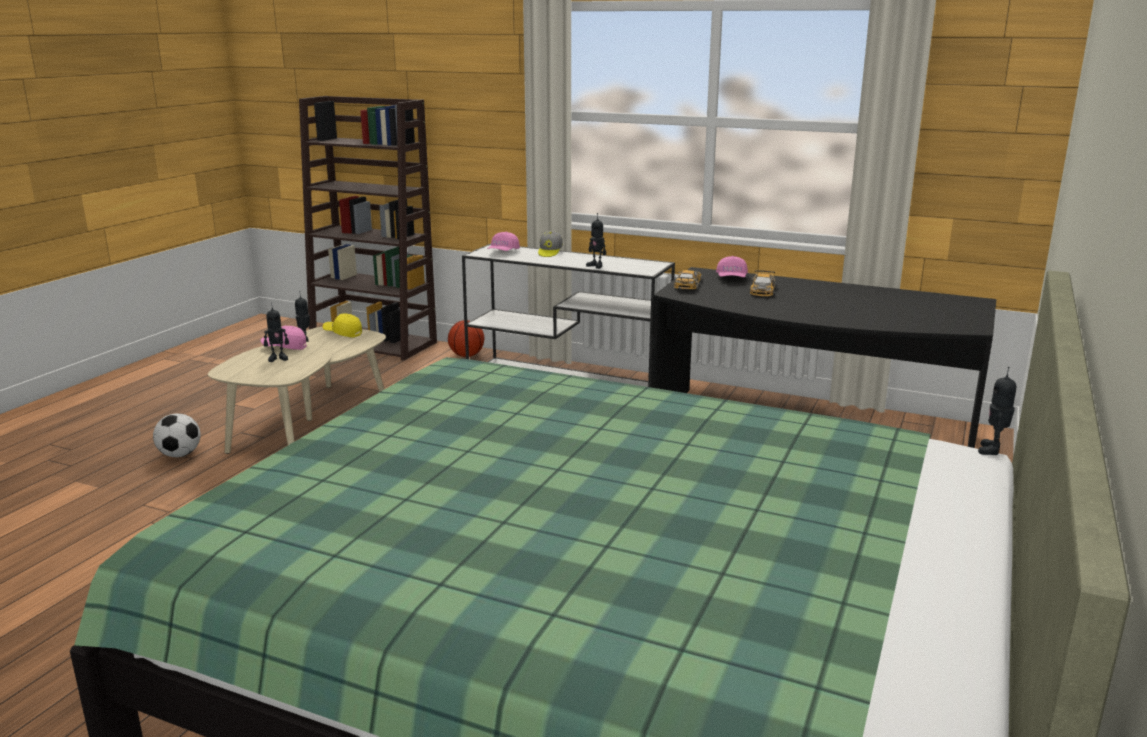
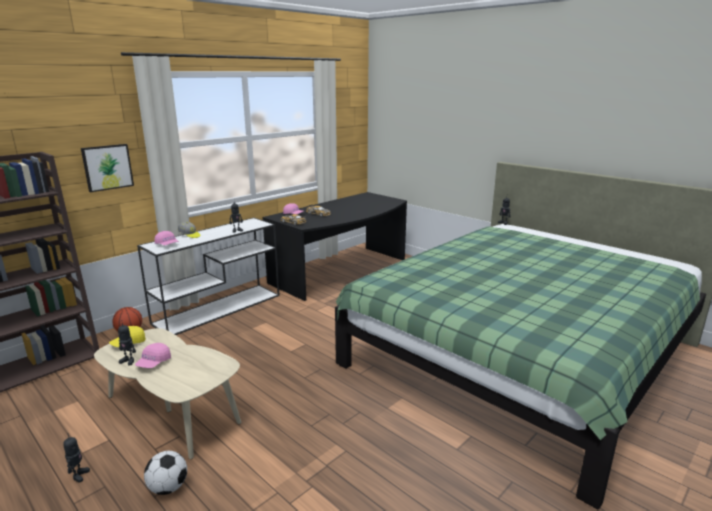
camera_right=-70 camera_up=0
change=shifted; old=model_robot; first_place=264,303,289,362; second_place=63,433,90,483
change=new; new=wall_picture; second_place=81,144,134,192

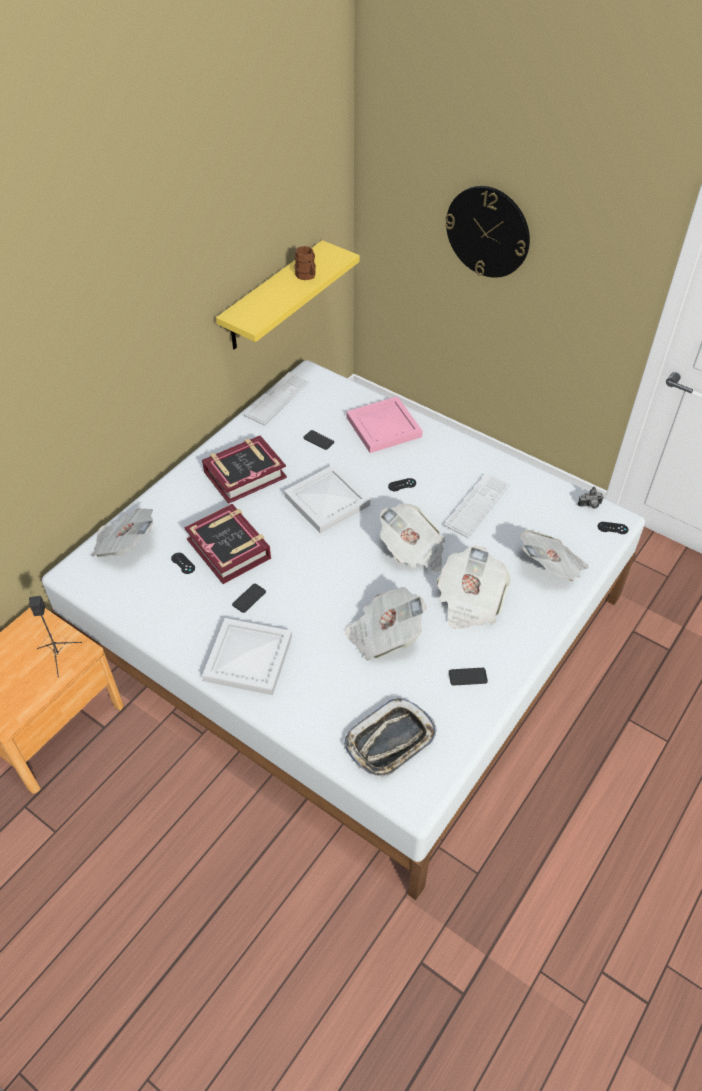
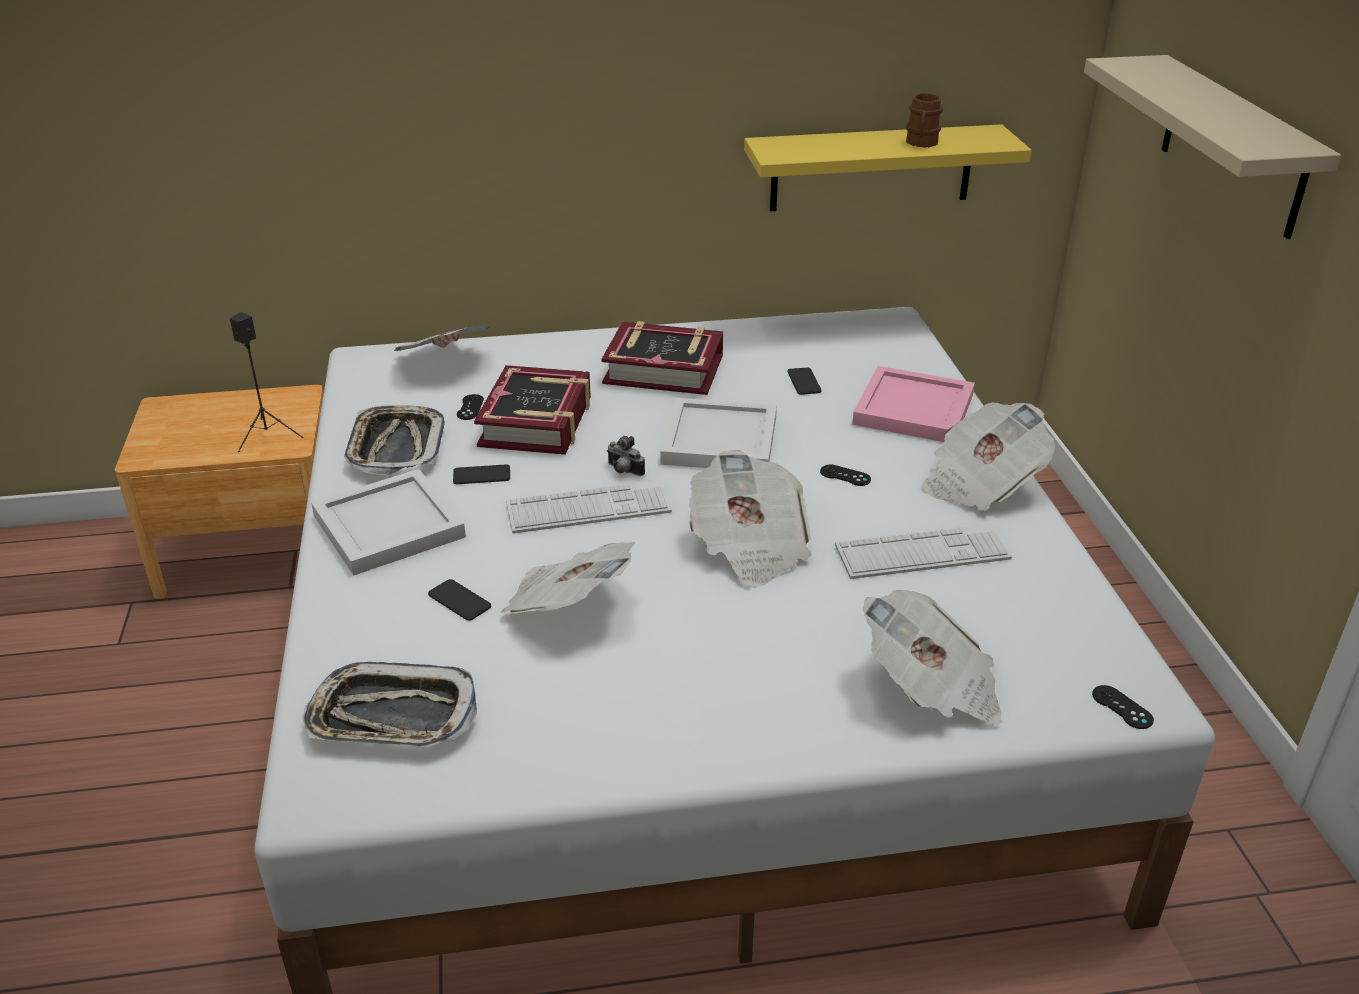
camera_right=45 camera_up=-15
change=swapped; old=clock_on_the_wall; new=sand-coloured_wall_shelf; first_place=445,186,530,278; second_place=1084,55,1341,239
change=shifted; old=keyboard; first_place=244,372,309,426; second_place=506,480,672,534
change=shifted; old=photo_camera; first_place=578,487,604,509; second_place=607,436,645,476
change=shifted; old=printed_paper; first_place=437,546,511,629; second_place=922,402,1055,511
change=shifted; old=handset; first_place=449,668,488,686; second_place=428,579,491,621
change=new; new=carrying_tray; second_place=344,405,444,475

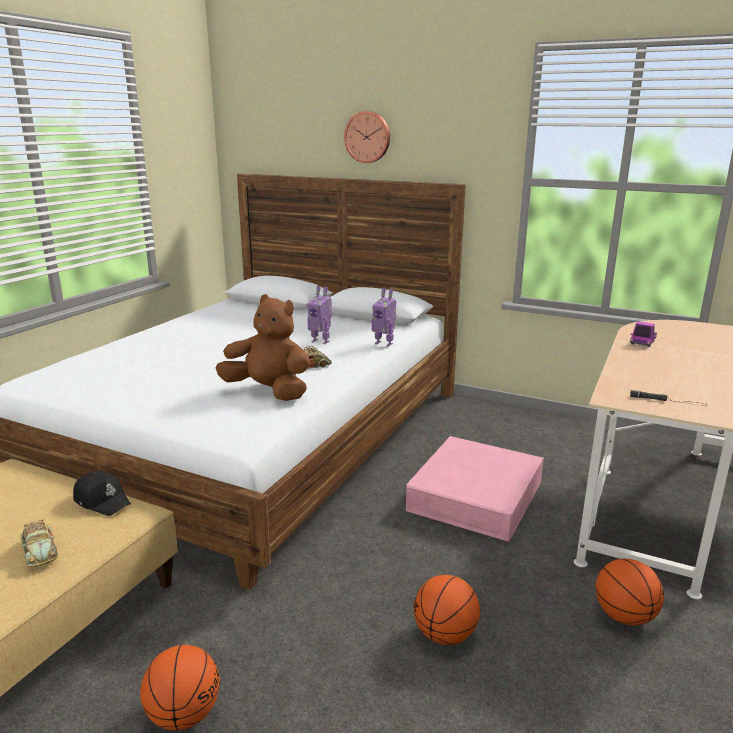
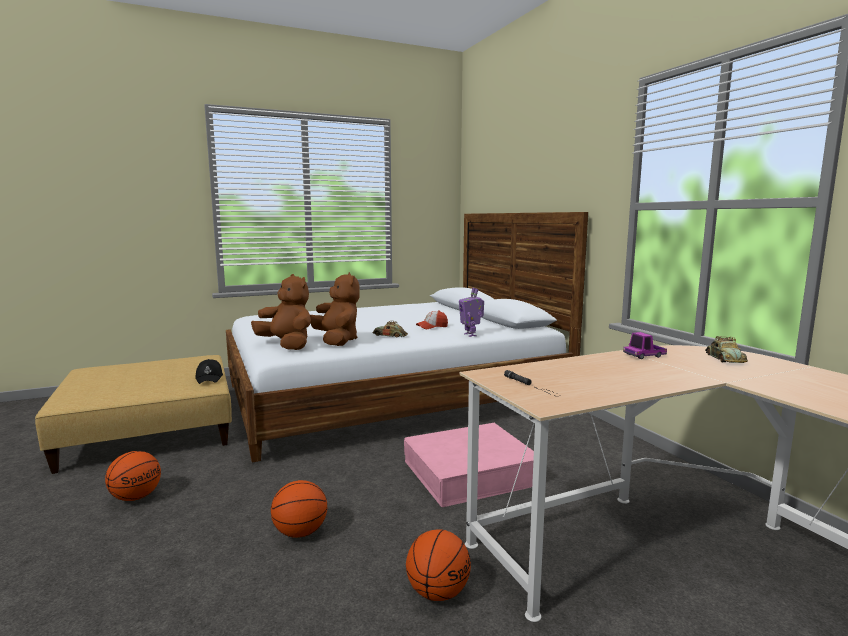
camera_right=40 camera_up=-10
change=gone; old=clock_on_the_wall; first_place=344,111,390,163
change=swapped; old=model_robot; new=baseball_cap; first_place=307,286,332,344; second_place=416,310,448,329
change=shifted; old=toy_car; first_place=21,520,58,567; second_place=705,336,748,363
change=new; new=brown-coloured_soft_toy; second_place=251,274,311,350

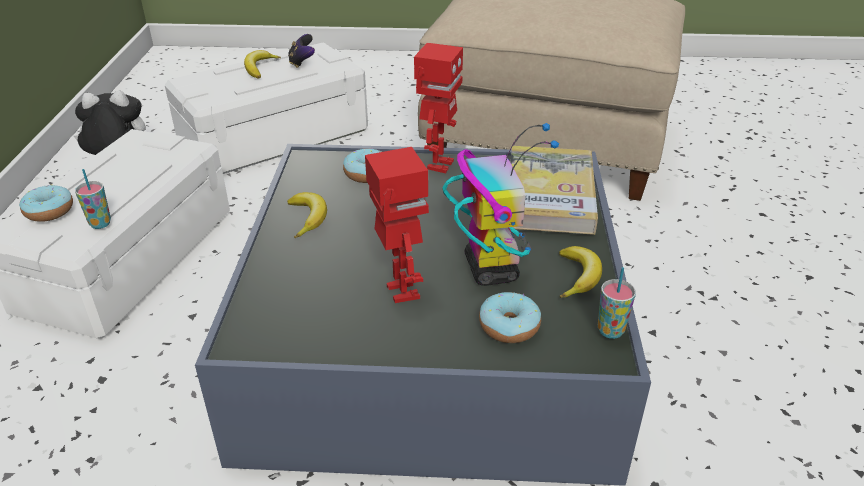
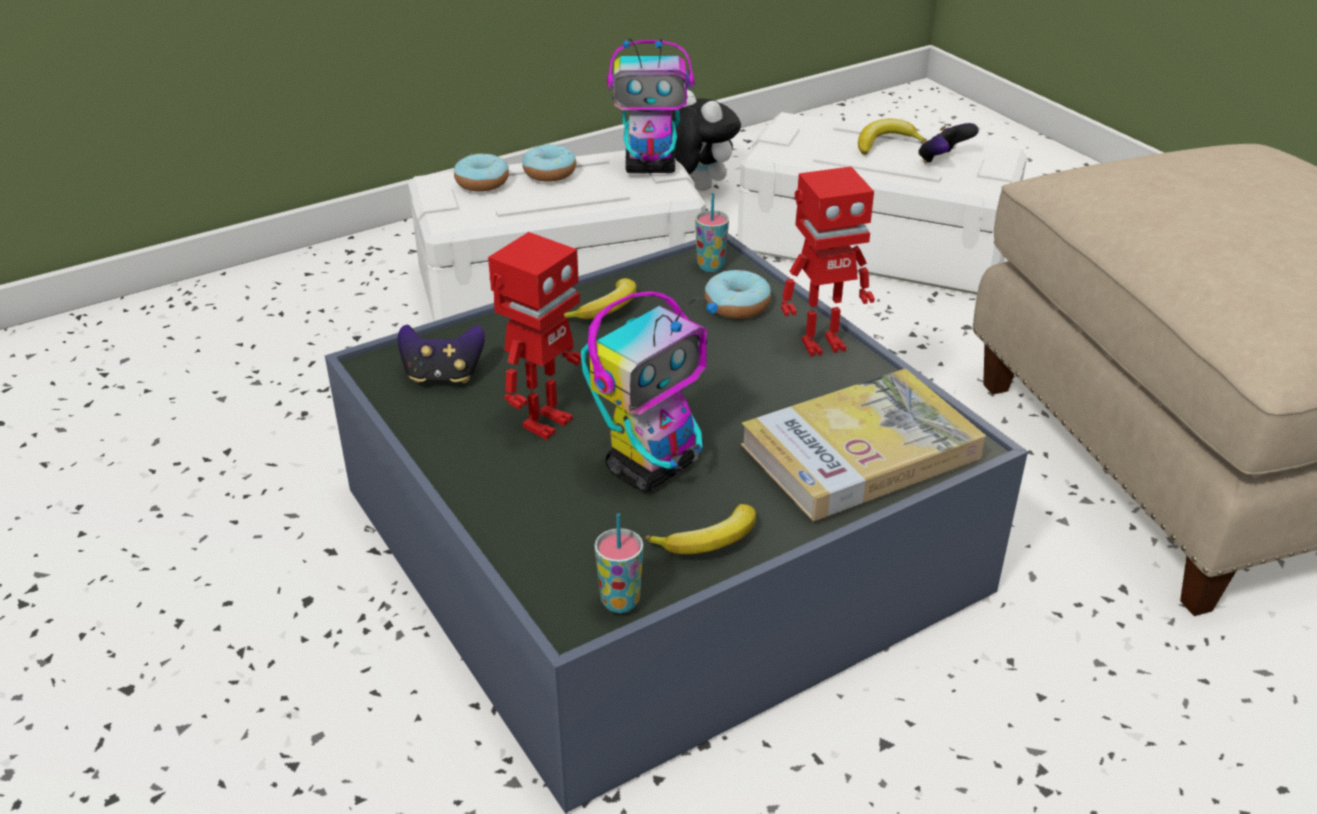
camera_right=55 camera_up=0
change=shifted; old=small_cup; first_place=75,169,111,229; second_place=695,193,729,272
change=shifted; old=doughnut; first_place=479,292,541,343; second_place=522,144,576,182
change=new; new=model_robot; second_place=607,38,694,173
change=new; new=game_controller; second_place=398,324,485,383

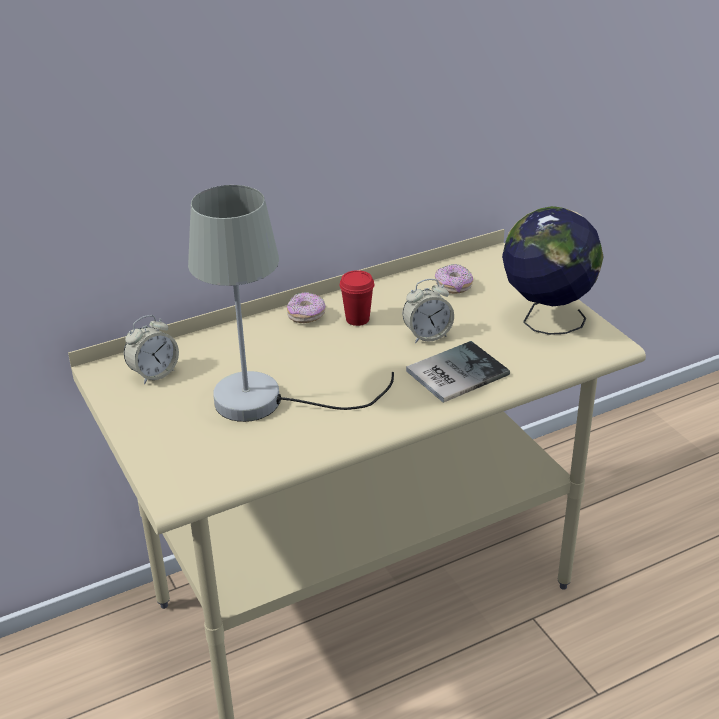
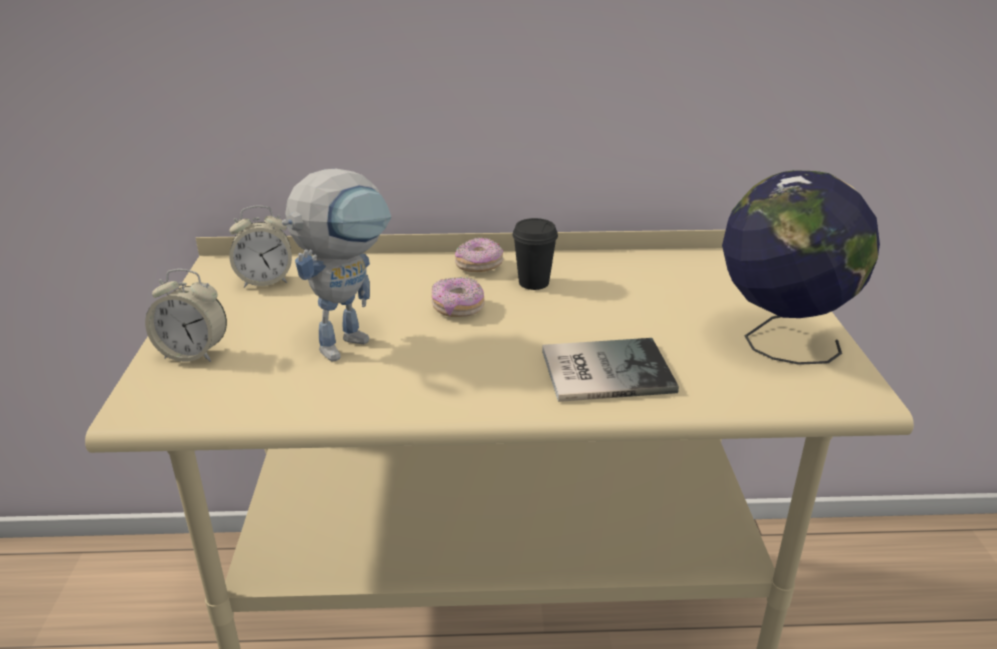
camera_right=25 camera_up=-5
change=swapped; old=gray_lamp_for_a_table; new=model_robot; first_place=188,185,394,422; second_place=282,169,391,362
change=shifted; old=doughnut; first_place=435,264,473,294; second_place=431,277,485,317
change=repainted; old=red_small_cup; new=black_small_cup; first_place=339,270,375,326; second_place=512,218,558,290
change=shifted; old=table_clock; first_place=403,279,454,343; second_place=145,269,227,362

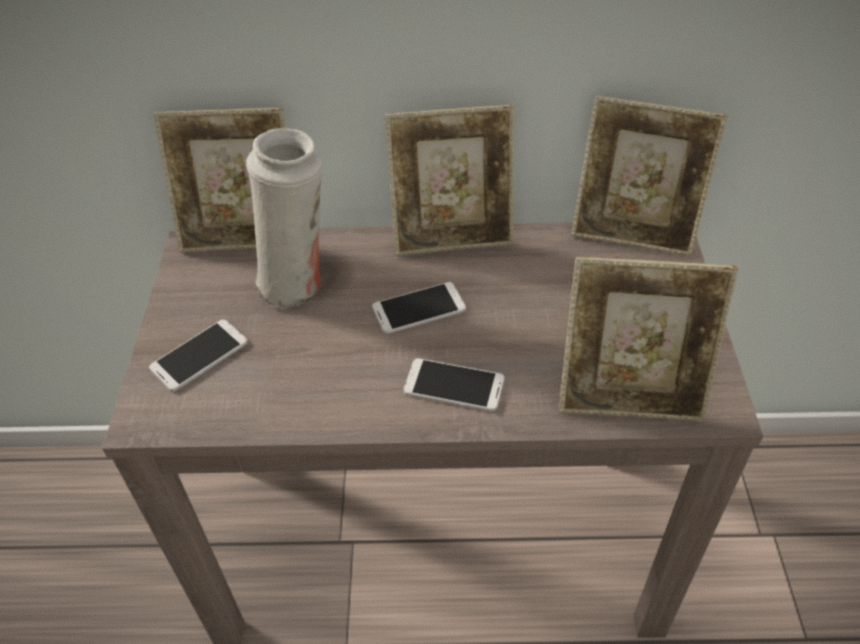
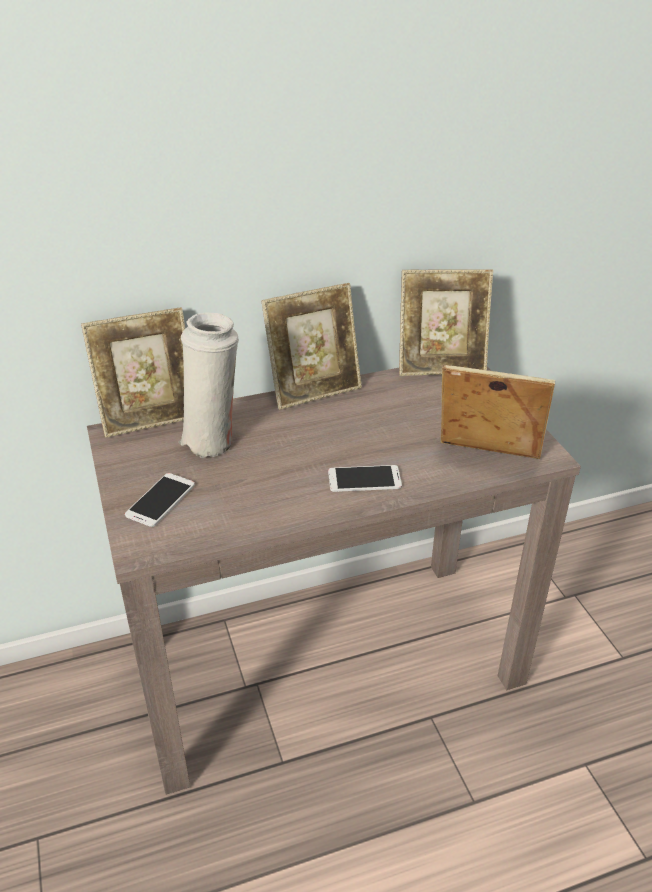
camera_right=-20 camera_up=-10
change=rotated; old=photo_frame; first_place=559,257,738,421; second_place=440,365,555,459; degrees=-150
change=gone; old=handset; first_place=372,282,466,334

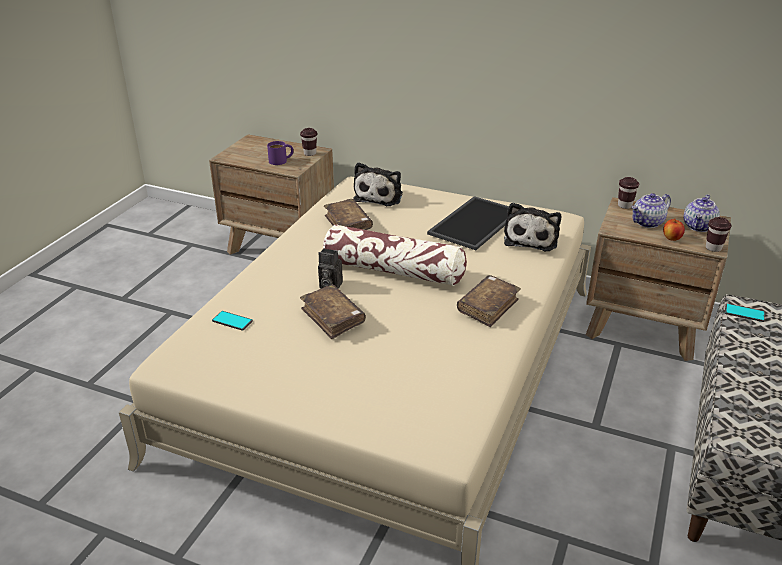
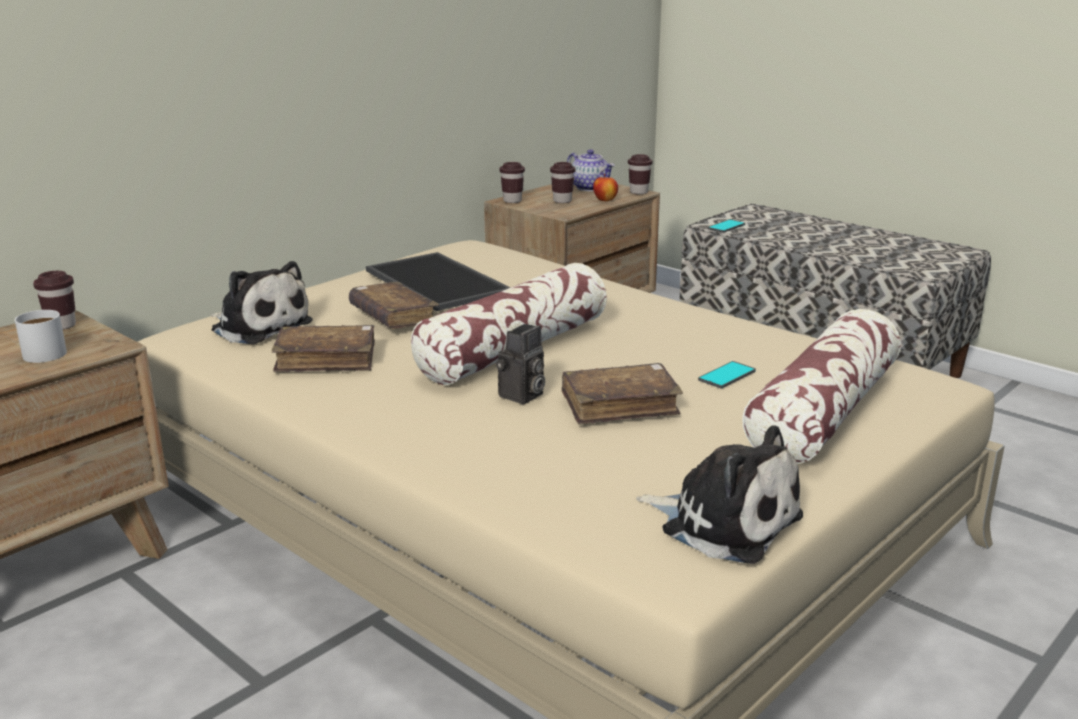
camera_right=-70 camera_up=-10
change=repainted; old=purple-coloured_tea_mug; new=whitish_tea_mug; first_place=267,141,293,165; second_place=15,310,67,363
change=swapped; old=tea_pot; new=brown-coloured_small_cup; first_place=631,193,671,228; second_place=550,162,576,203
change=shifted; old=soft_toy; first_place=504,202,561,251; second_place=636,425,803,564
change=shifted; old=brown-coloured_book; first_place=457,275,521,327; second_place=349,282,439,329
change=shifted; old=handset; first_place=212,311,253,331; second_place=698,361,756,389
change=new; new=throw_pillow; second_place=742,309,901,464

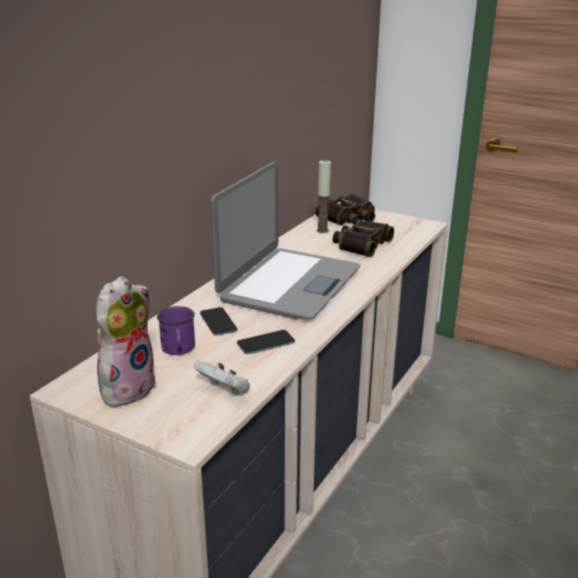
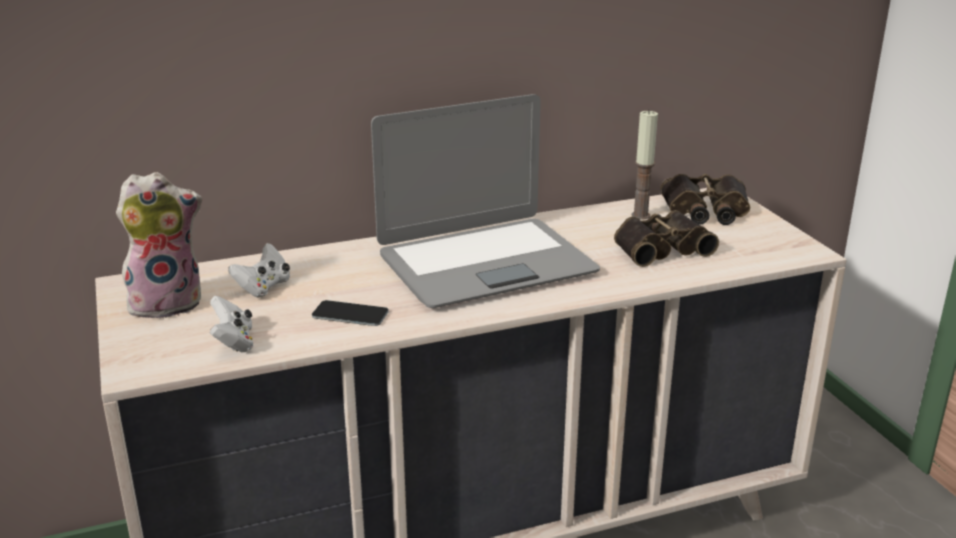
camera_right=40 camera_up=0
change=swapped; old=purple-coloured_tea_mug; new=whitish_game_controller; first_place=157,306,195,355; second_place=228,243,290,298
change=gone; old=handset; first_place=200,307,238,336

